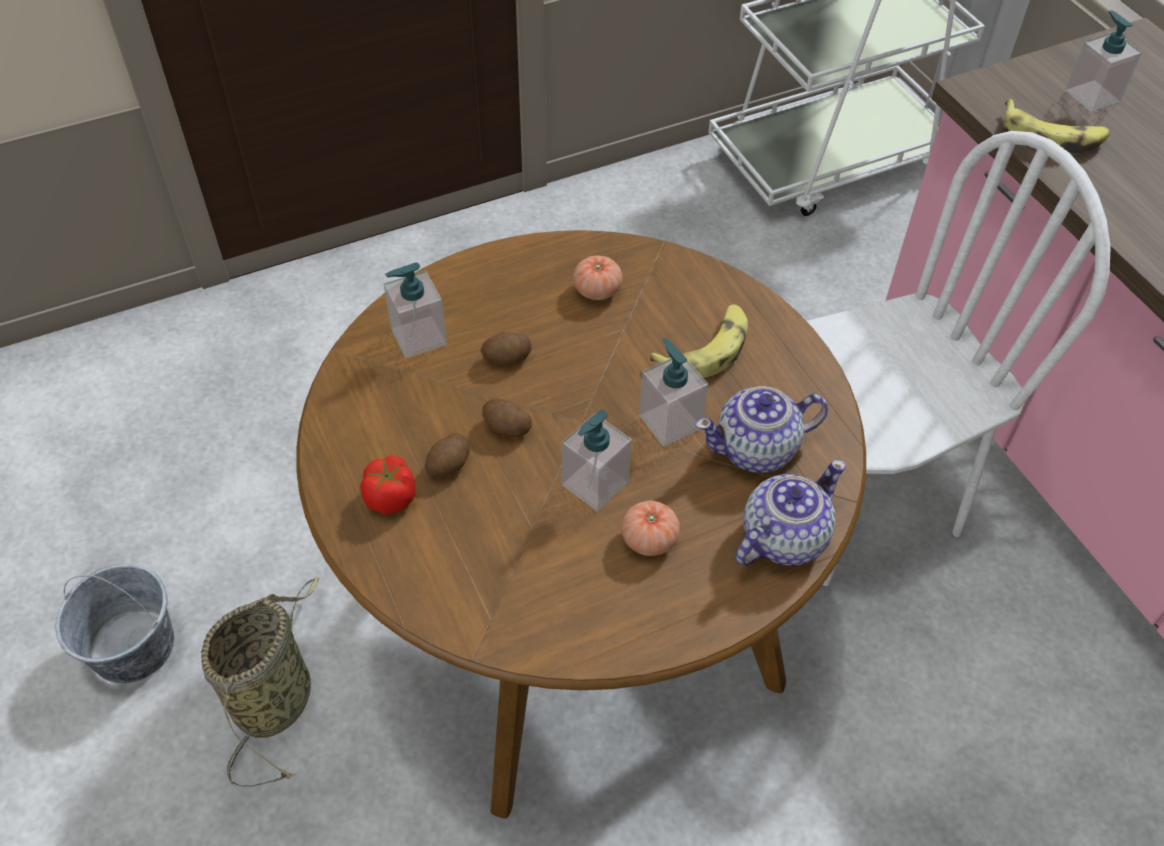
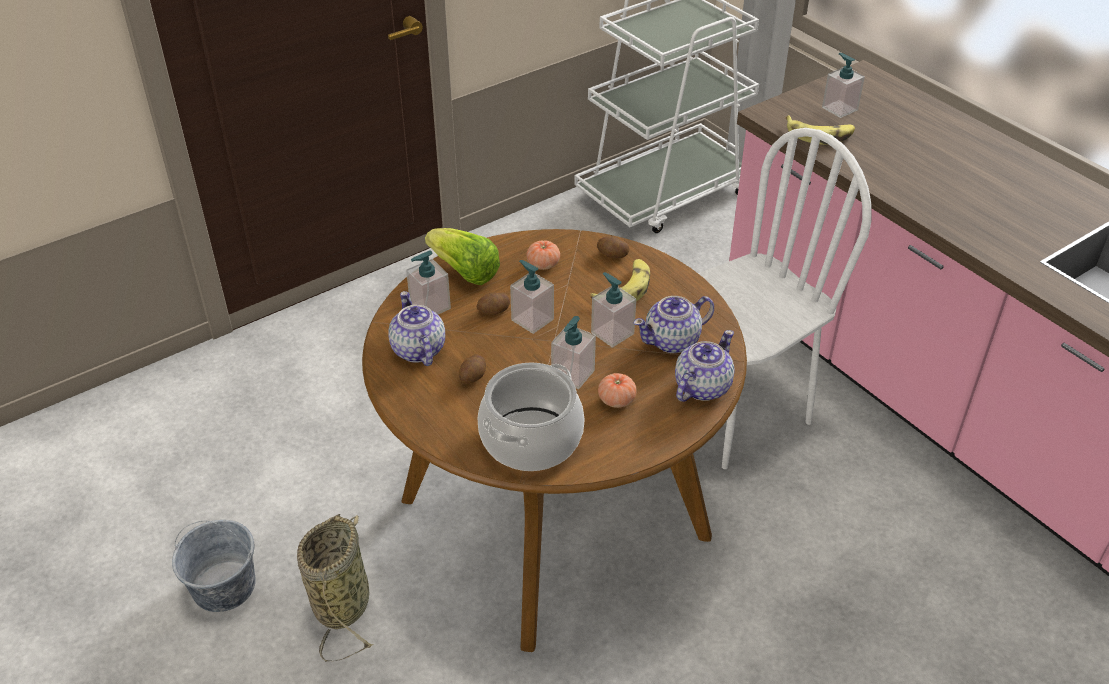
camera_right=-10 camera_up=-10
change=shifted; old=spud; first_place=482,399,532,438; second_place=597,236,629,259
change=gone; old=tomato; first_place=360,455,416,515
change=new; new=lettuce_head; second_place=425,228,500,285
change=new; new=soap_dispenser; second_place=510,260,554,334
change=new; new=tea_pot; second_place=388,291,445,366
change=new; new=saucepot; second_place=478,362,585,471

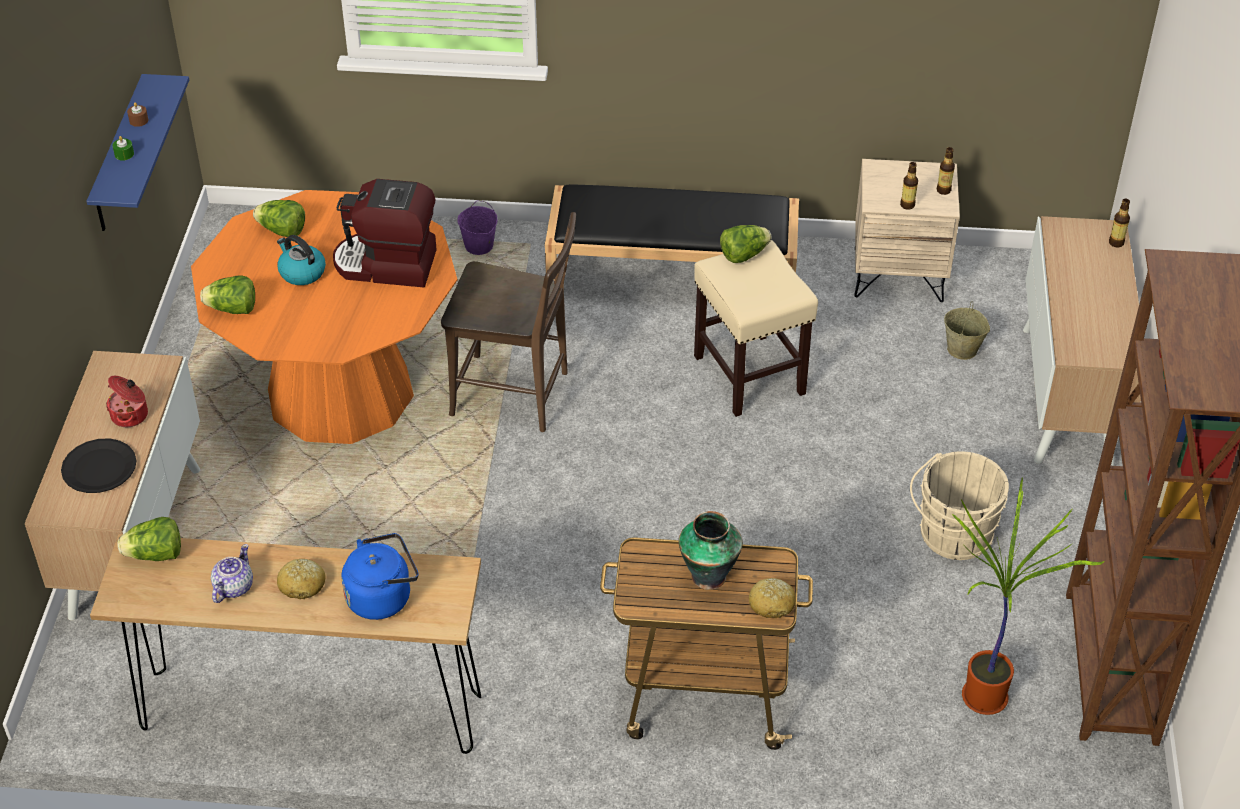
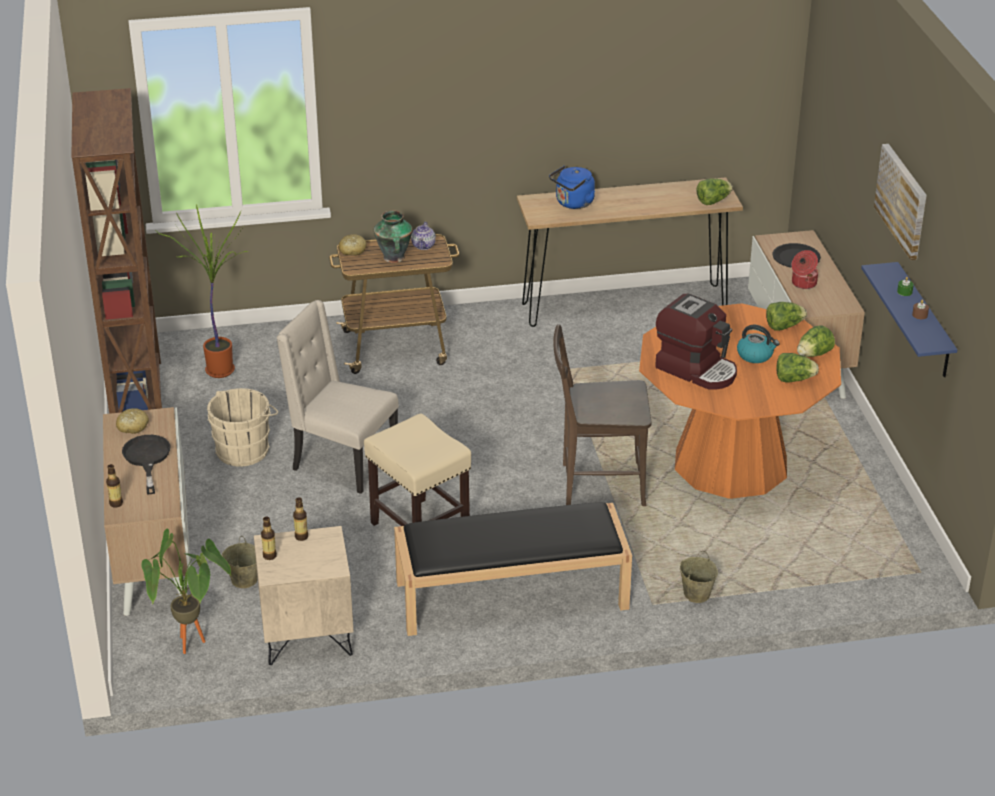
camera_right=165 camera_up=-10
change=rotated; old=coffee_brewer; first_place=333,179,437,287; second_place=655,294,737,390; degrees=45
change=repainted; old=purple-coloured_pail; new=sand-coloured_pail; first_place=457,200,497,255; second_place=680,551,718,603
change=shifted; old=lettuce_head; first_place=720,225,772,263; second_place=797,325,835,357
change=shifted; old=tea_pot; first_place=211,544,253,603; second_place=411,222,436,250
change=shifted; old=baked_bread; first_place=277,559,326,599; second_place=116,408,149,434
change=new; new=wall_picture; second_place=874,144,927,260
change=new; new=sand-coloured_chair; second_place=276,300,399,494
change=new; new=black_skillet; second_place=122,435,171,494
change=new; new=potted_plant; second_place=141,528,231,654

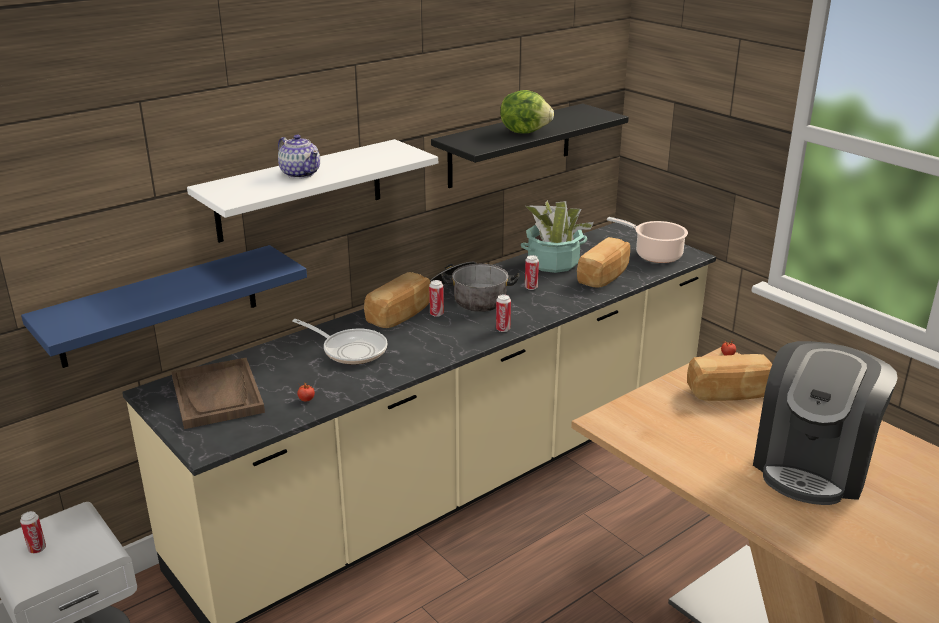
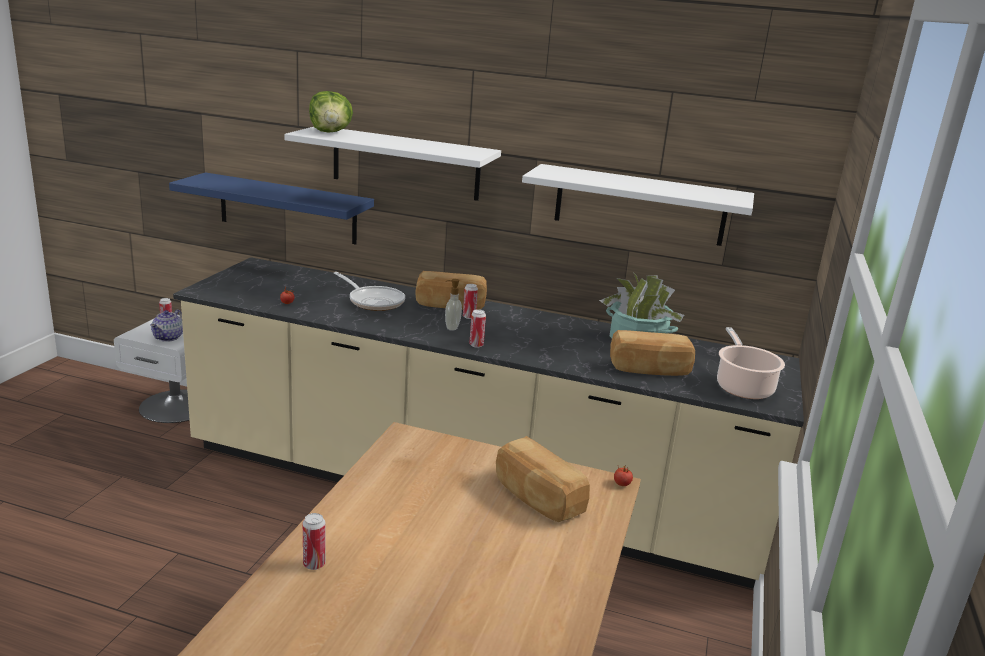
camera_right=55 camera_up=-5
change=shifted; old=lettuce_head; first_place=500,90,554,134; second_place=309,91,353,133
change=repainted; old=black_wall_shelf; new=whitish_wall_shelf; first_place=431,103,629,188; second_place=522,164,754,246
change=shifted; old=tea_pot; first_place=278,135,320,179; second_place=150,309,183,342
change=shifted; old=can; first_place=525,255,539,290; second_place=303,513,326,570
change=gone; old=saucepot; first_place=430,262,519,312
change=rotated; old=skillet; first_place=292,319,387,364; second_place=333,272,405,311; degrees=-45
change=gone; old=coffee_brewer; first_place=753,341,898,505
change=gone; old=brown-coloured_carrying_tray; first_place=171,358,265,429
change=new; new=soap_dispenser; second_place=445,279,462,331

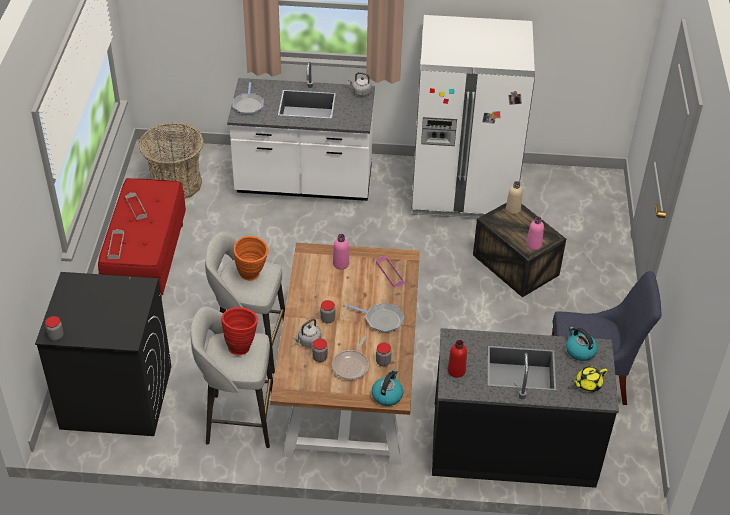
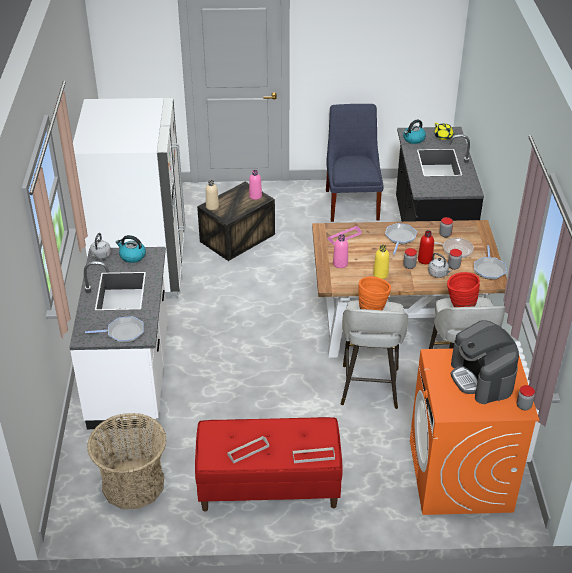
camera_right=-95 camera_up=-5
change=repainted; old=black_washing_machine; new=orangey_washing_machine; first_place=35,272,171,436; second_place=410,349,539,515
change=shifted; old=red_beverage_bottle; first_place=447,340,467,378; second_place=418,230,434,264
change=shifted; old=kettle; first_place=372,370,403,406; second_place=116,235,146,263
change=new; new=yellow-coloured_beverage_bottle; second_place=373,245,389,279
change=new; new=skillet; second_place=474,245,507,280
change=new; new=coffee_brewer; second_place=451,320,519,404

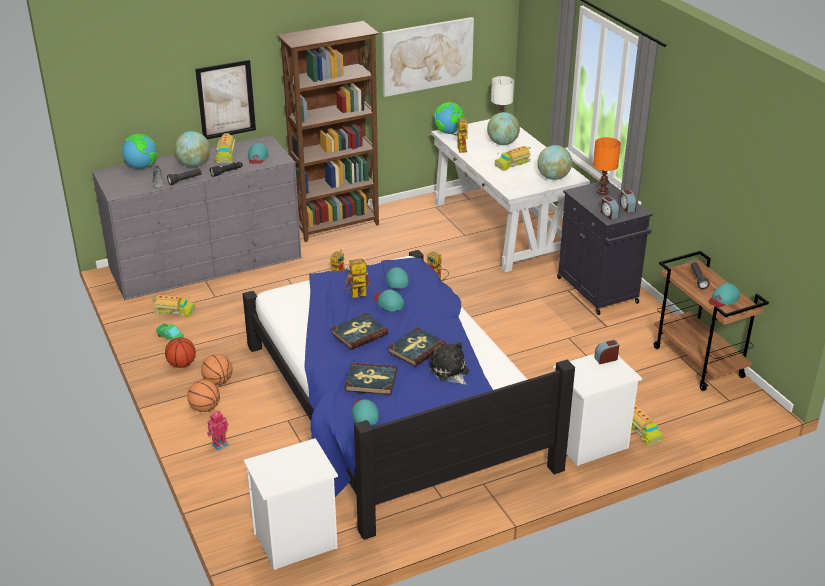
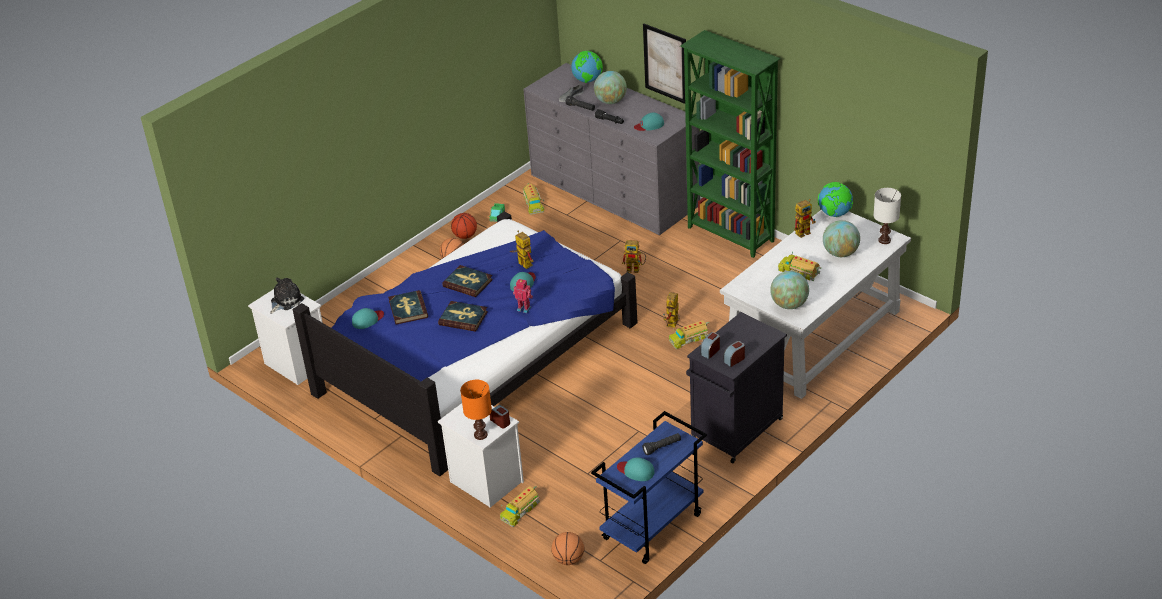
camera_right=70 camera_up=5
change=gone; old=wall_picture; first_place=382,17,474,97
change=repainted; old=brown-coloured_shelving_unit; new=greenish_shelving_unit; first_place=278,21,379,242; second_place=680,30,781,258
change=shifted; old=toy_lorry; first_place=213,133,235,163; second_place=669,320,709,349
change=shifted; old=orangey_lamp_for_a_table; first_place=593,137,621,195; second_place=460,380,492,440
change=repainted; old=brown-coloured_wheeled_cart; new=blue-coloured_wheeled_cart; first_place=654,251,769,391; second_place=591,411,707,564
change=gone; old=turquoise-coloured_baseball_cap; first_place=386,267,409,289
change=shifted; old=soft_toy; first_place=430,341,469,385; second_place=270,277,304,314
change=shifted; old=basketball; first_place=187,380,220,412; second_place=551,532,584,565
change=shifted; old=model_robot; first_place=207,411,229,451; second_place=513,279,533,313

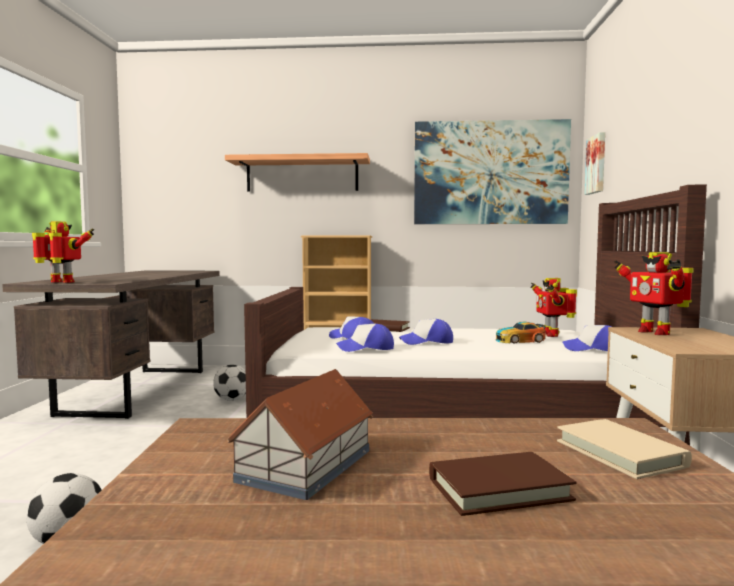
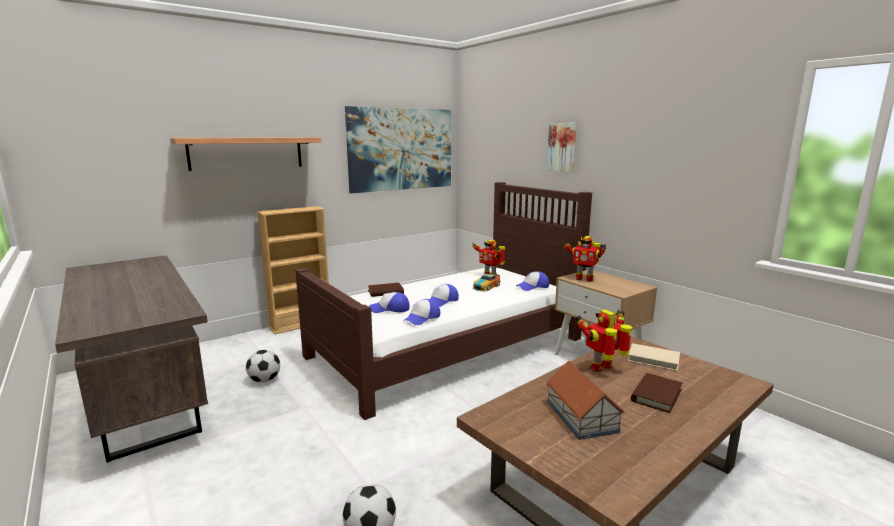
camera_right=-40 camera_up=10
change=shifted; old=wall_picture; first_place=585,132,605,195; second_place=547,123,577,172
change=shifted; old=model_robot; first_place=32,221,94,283; second_place=575,310,632,372

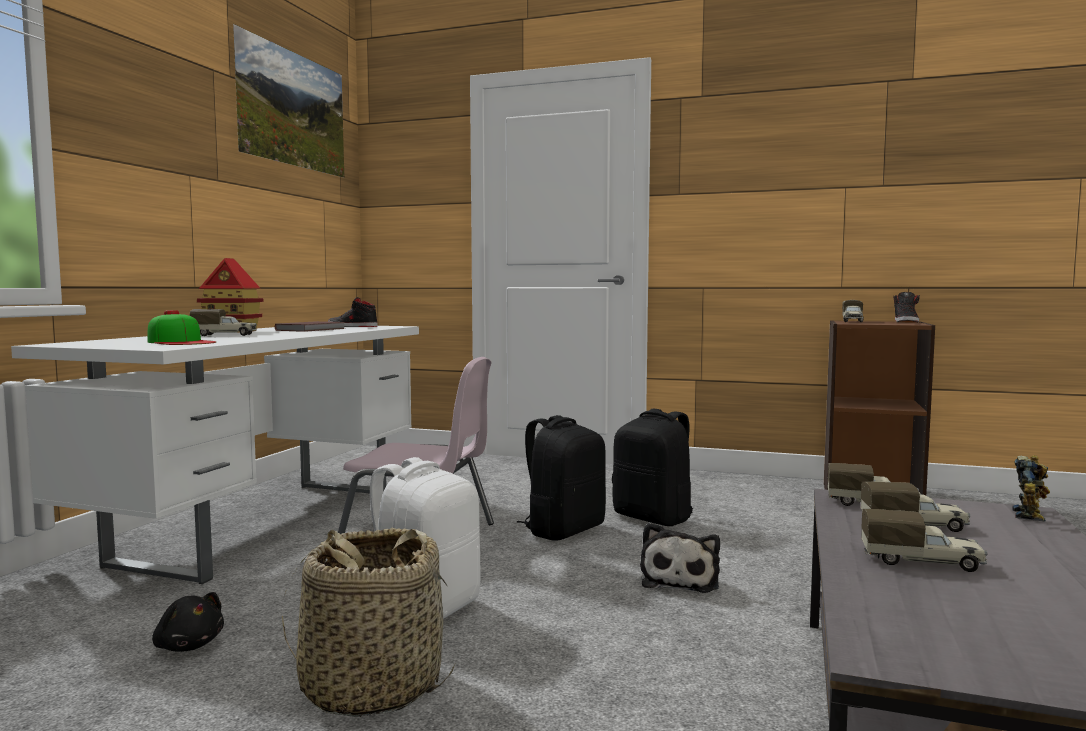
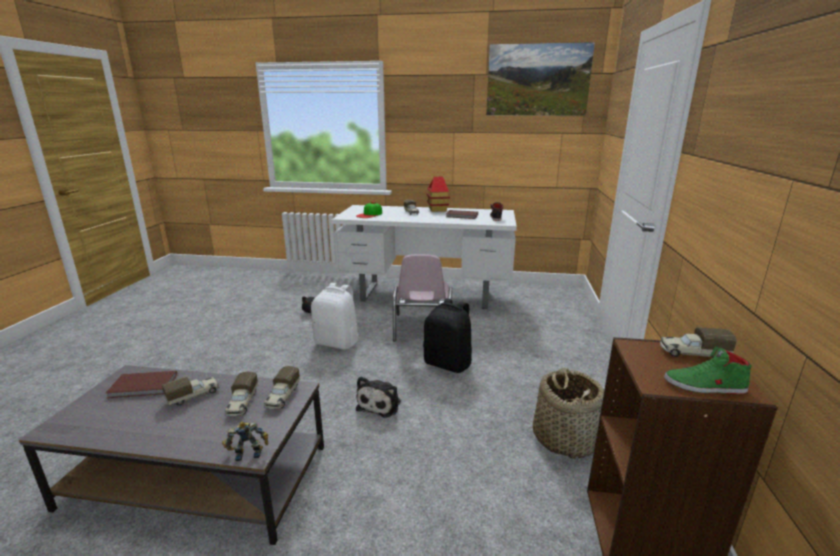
camera_right=80 camera_up=15
change=repainted; old=black_shoe; new=greenish_shoe; first_place=893,292,920,323; second_place=664,346,752,394
change=gone; old=black_knapsack; first_place=612,408,694,526
change=rotated; old=model_robot; first_place=1013,455,1050,522; second_place=222,421,269,461; degrees=150
change=rotated; old=toy_lorry; first_place=861,509,988,572; second_place=162,377,219,406; degrees=-135
change=rotated; old=soft_toy; first_place=640,522,720,593; second_place=356,377,401,418; degrees=-75
change=shifted; old=storage_basket; first_place=282,528,456,717; second_place=533,368,604,459
change=new; new=brown-coloured_book; second_place=106,371,177,398

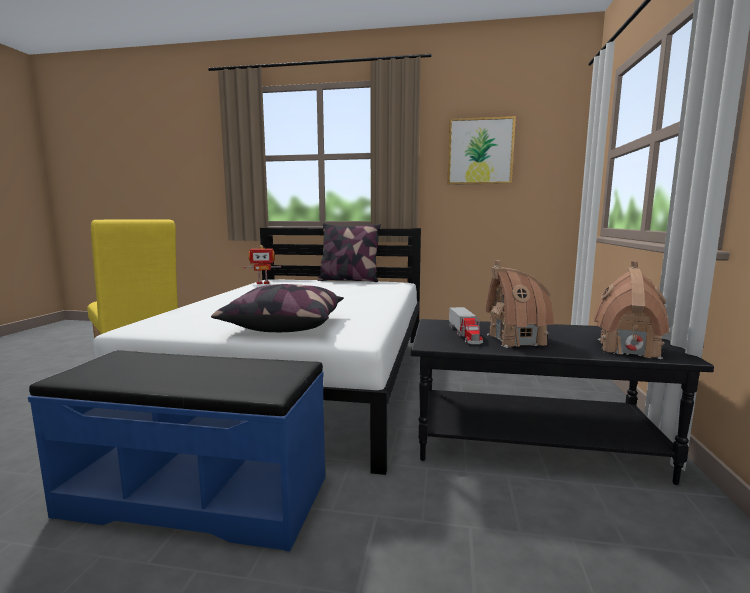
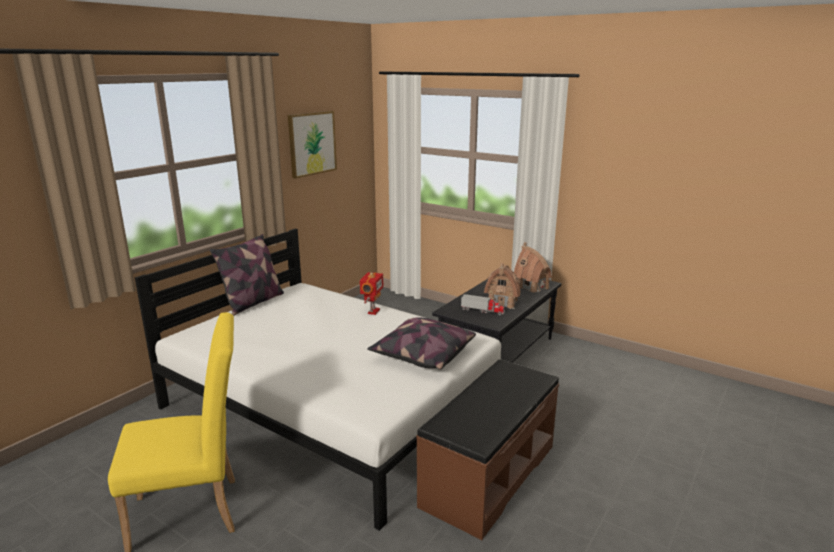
camera_right=-65 camera_up=10
change=shifted; old=model_robot; first_place=244,245,281,284; second_place=360,272,383,315
change=repainted; old=blue-coloured_indoor_bench; new=brown-coloured_indoor_bench; first_place=28,350,325,551; second_place=416,359,559,540

